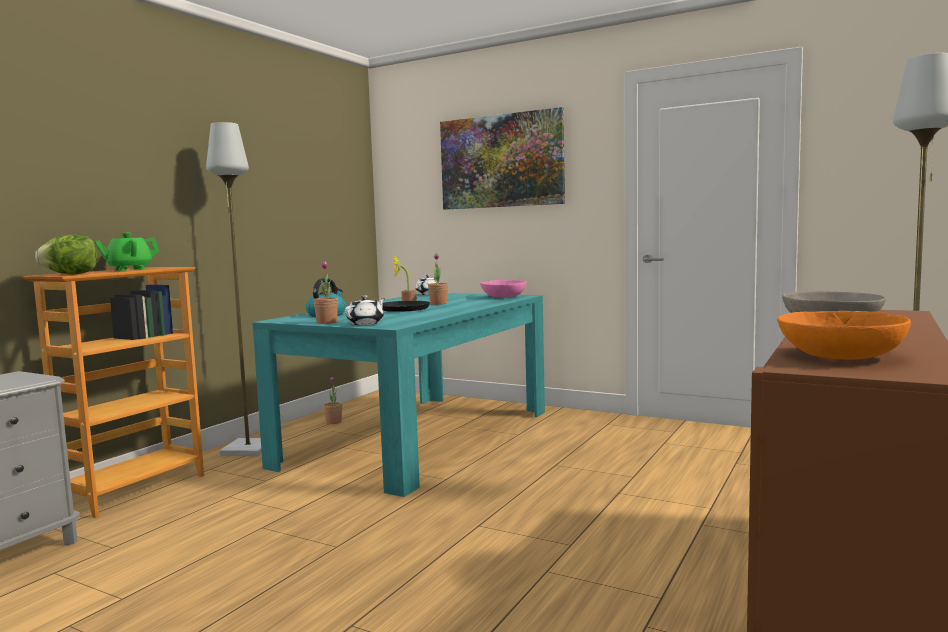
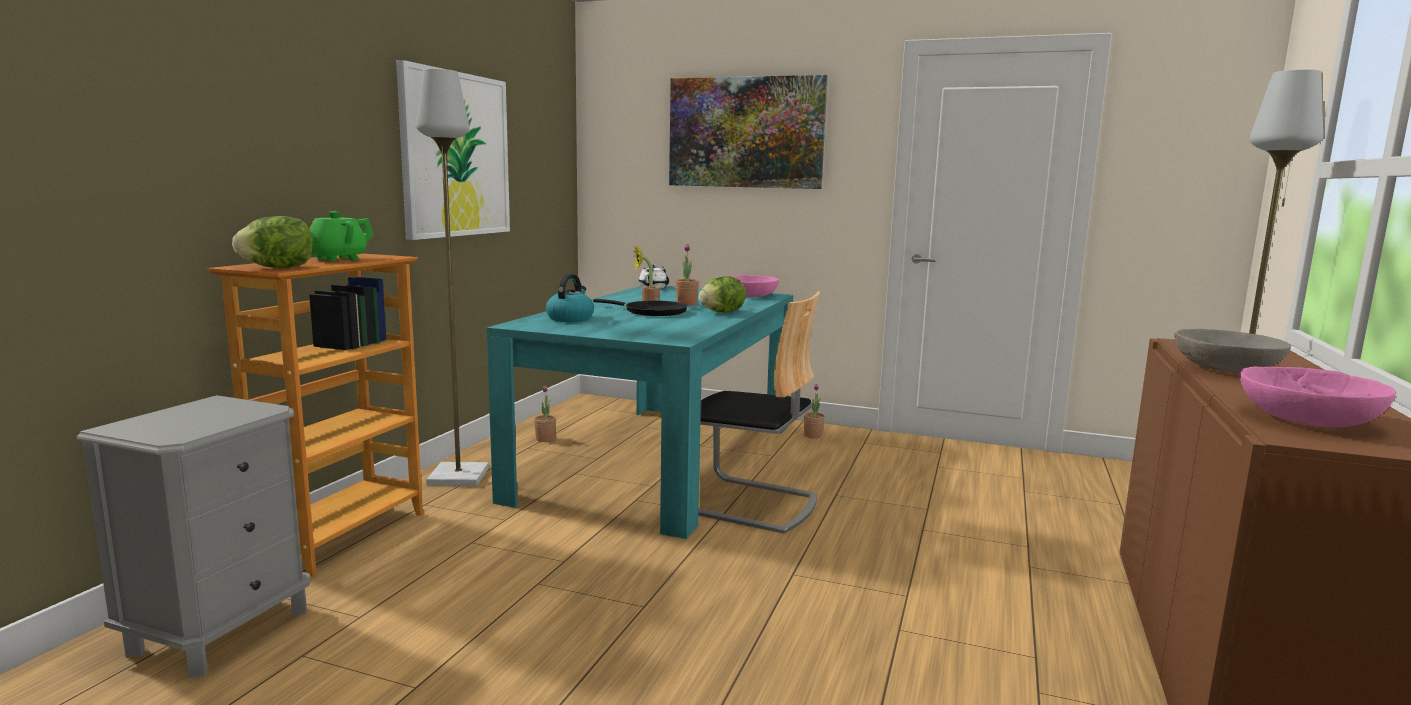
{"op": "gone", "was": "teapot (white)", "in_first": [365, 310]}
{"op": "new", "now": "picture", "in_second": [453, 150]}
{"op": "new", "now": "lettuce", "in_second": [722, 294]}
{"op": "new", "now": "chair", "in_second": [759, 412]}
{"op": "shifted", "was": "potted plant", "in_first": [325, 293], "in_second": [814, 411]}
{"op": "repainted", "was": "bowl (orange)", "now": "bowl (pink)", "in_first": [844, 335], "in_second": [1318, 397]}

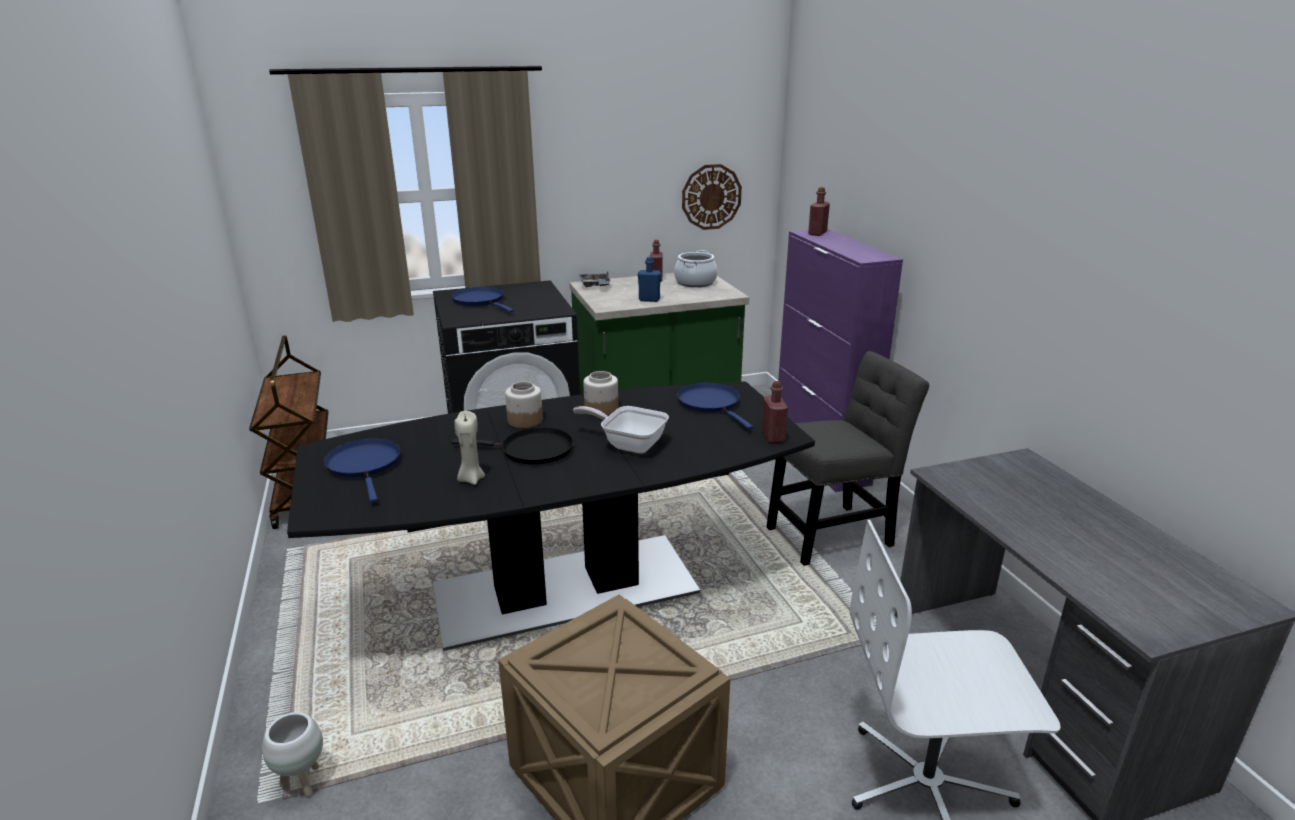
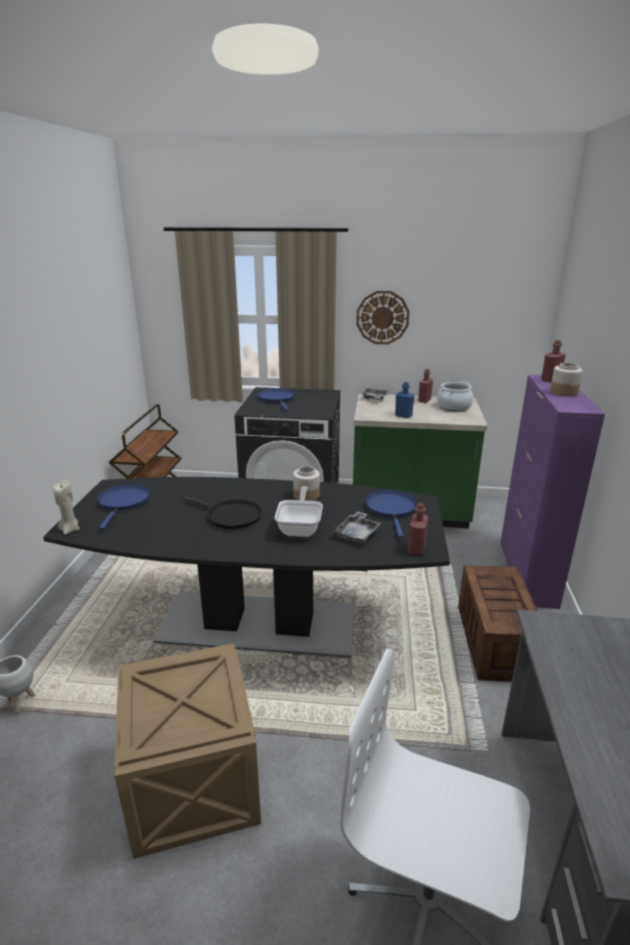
{"op": "new", "now": "tray (grey)", "in_second": [357, 527]}
{"op": "shifted", "was": "candle (beige)", "in_first": [469, 448], "in_second": [66, 507]}
{"op": "shifted", "was": "jar", "in_first": [524, 405], "in_second": [566, 380]}
{"op": "shifted", "was": "wall clock", "in_first": [712, 197], "in_second": [382, 317]}
{"op": "swapped", "was": "chair (grey)", "now": "crate", "in_first": [848, 458], "in_second": [498, 623]}
{"op": "rotated", "was": "frying pan", "in_first": [621, 429], "in_second": [299, 511], "clockwise": 45}

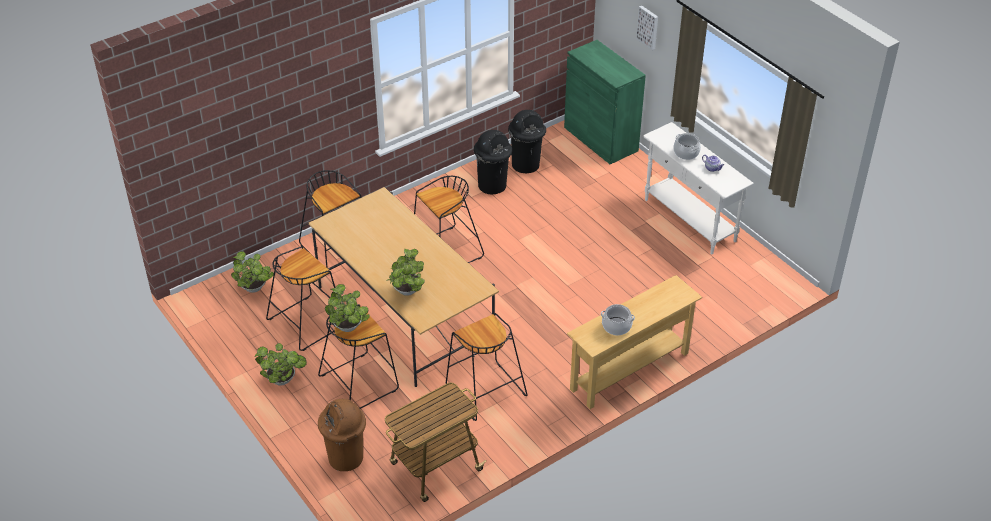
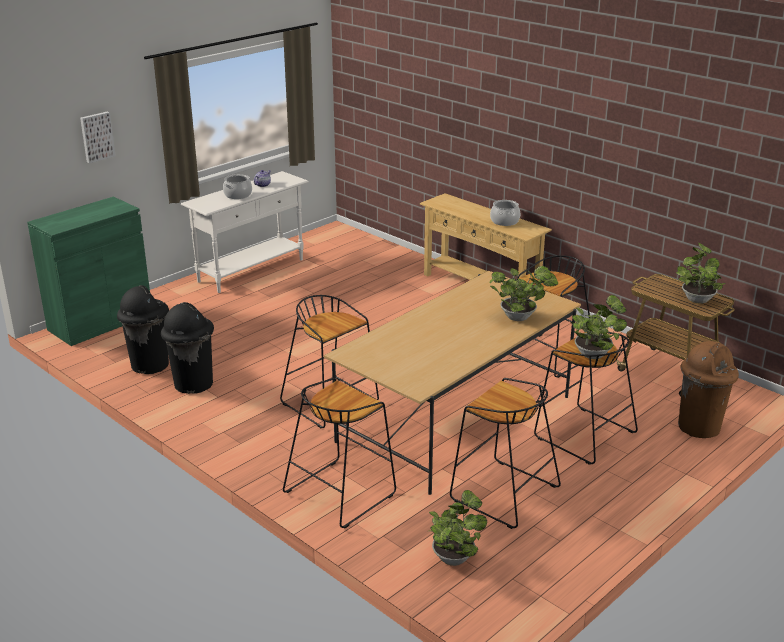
{"op": "shifted", "was": "potted plant", "in_first": [281, 364], "in_second": [700, 273]}

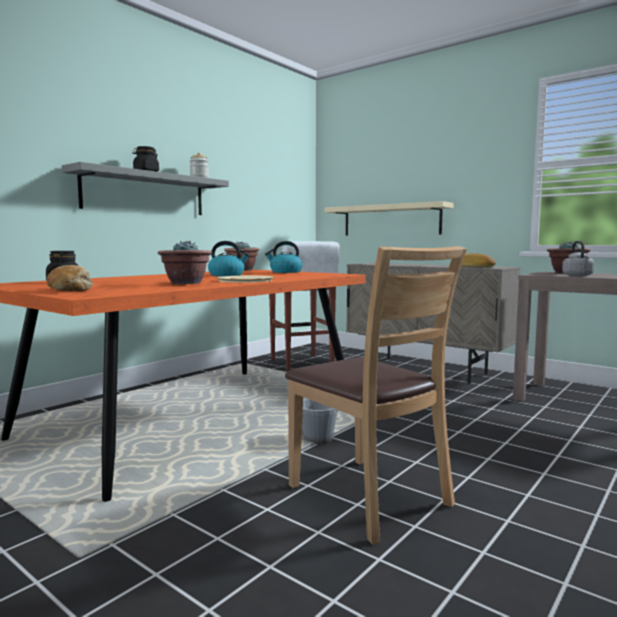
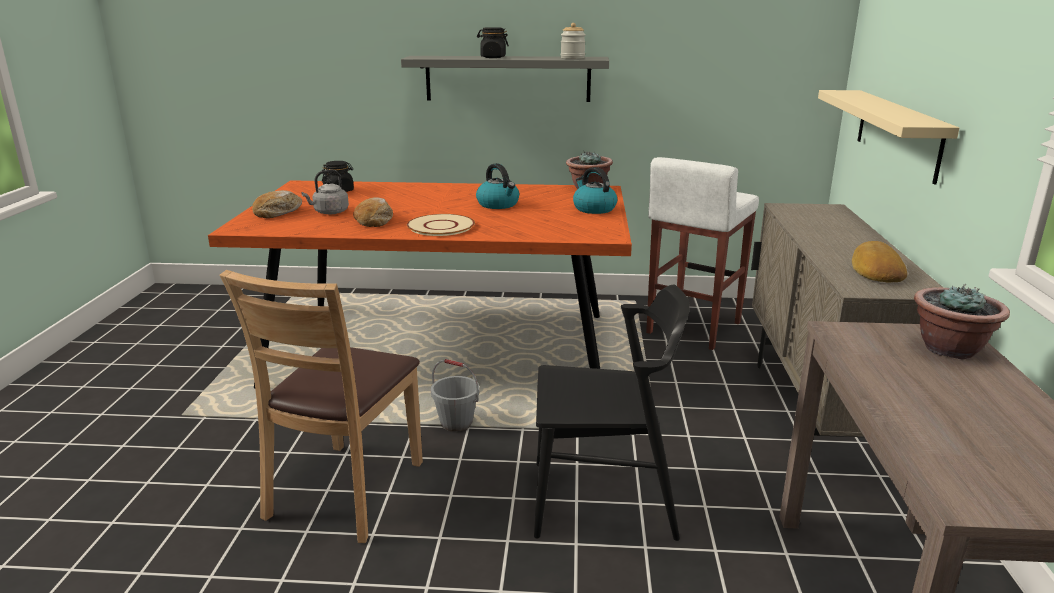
{"op": "new", "now": "chair (black)", "in_second": [612, 412]}
{"op": "shifted", "was": "kettle (grey)", "in_first": [578, 258], "in_second": [325, 192]}
{"op": "swapped", "was": "potted plant", "now": "bread", "in_first": [185, 262], "in_second": [373, 212]}

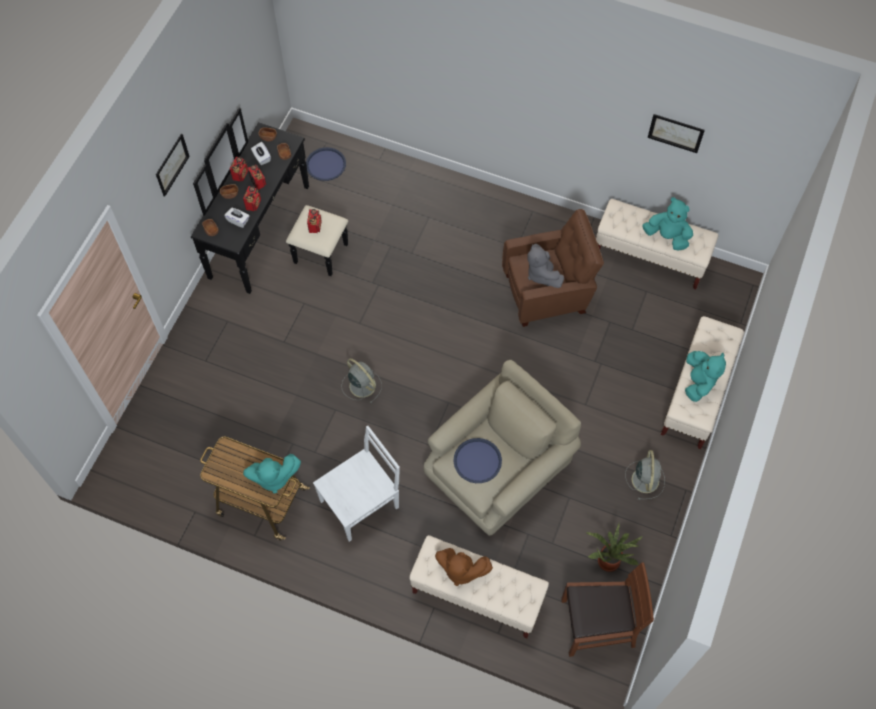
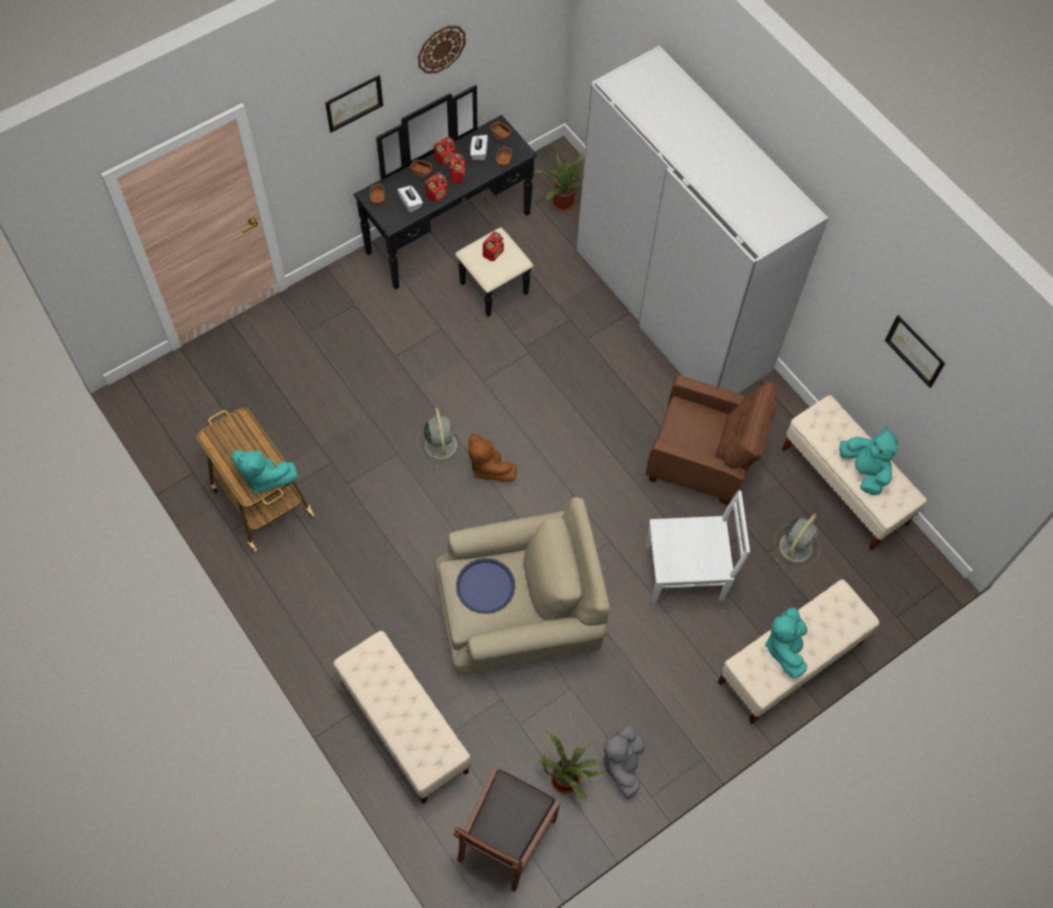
{"op": "new", "now": "wall clock", "in_second": [442, 50]}
{"op": "new", "now": "wardrobe (white)", "in_second": [702, 219]}
{"op": "shifted", "was": "chair (white)", "in_first": [356, 483], "in_second": [698, 547]}
{"op": "shifted", "was": "plush toy (brown)", "in_first": [464, 567], "in_second": [492, 458]}
{"op": "shifted", "was": "plush toy (grey)", "in_first": [546, 266], "in_second": [624, 761]}
{"op": "shifted", "was": "fan (grey)", "in_first": [645, 475], "in_second": [797, 541]}
{"op": "swapped", "was": "tray (blue)", "now": "potted plant", "in_first": [326, 164], "in_second": [559, 181]}
{"op": "rotated", "was": "chair (brown)", "in_first": [607, 609], "in_second": [506, 829], "clockwise": 90}
{"op": "rotated", "was": "plush toy (turquoise)", "in_first": [705, 376], "in_second": [786, 643], "clockwise": 150}

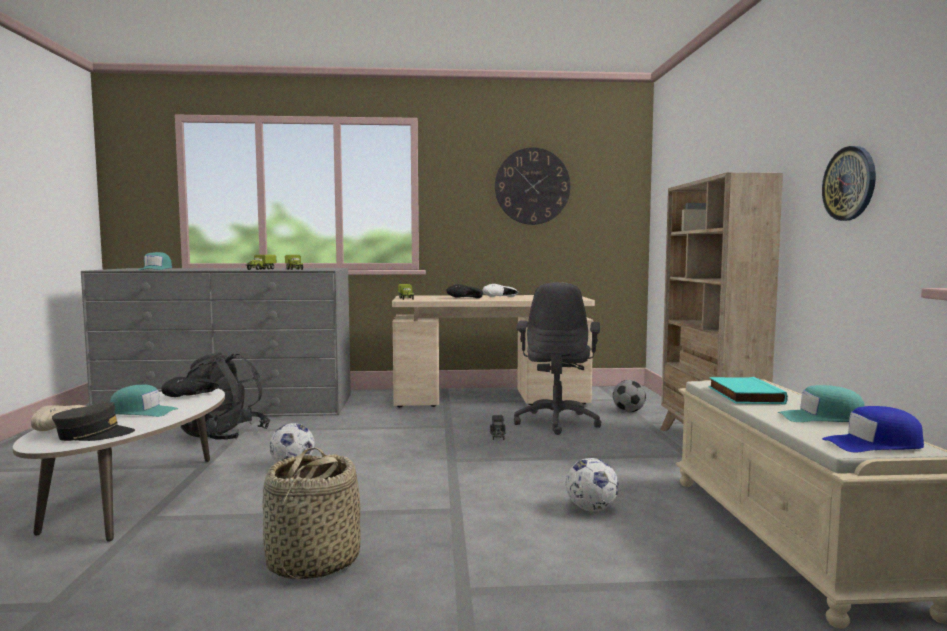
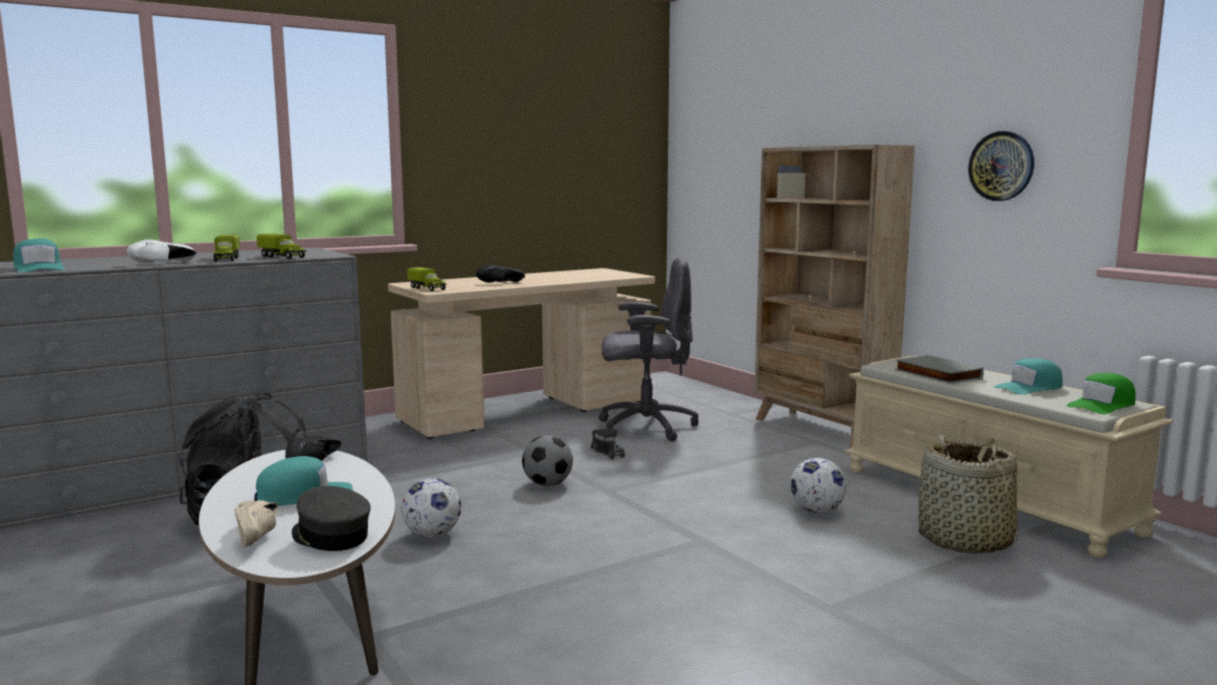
{"op": "gone", "was": "wall clock", "in_first": [533, 186]}
{"op": "shifted", "was": "basket", "in_first": [311, 513], "in_second": [968, 494]}
{"op": "shifted", "was": "shoe (white)", "in_first": [500, 290], "in_second": [162, 251]}
{"op": "shifted", "was": "football", "in_first": [629, 396], "in_second": [547, 460]}
{"op": "repainted", "was": "book (turquoise)", "now": "book (grey)", "in_first": [748, 390], "in_second": [939, 369]}
{"op": "repainted", "was": "cap (blue)", "now": "cap (green)", "in_first": [873, 429], "in_second": [1101, 393]}
{"op": "rotated", "was": "cap (grey)", "in_first": [93, 421], "in_second": [331, 518], "clockwise": -90}
{"op": "rotated", "was": "office chair (grey)", "in_first": [558, 358], "in_second": [649, 349], "clockwise": -75}

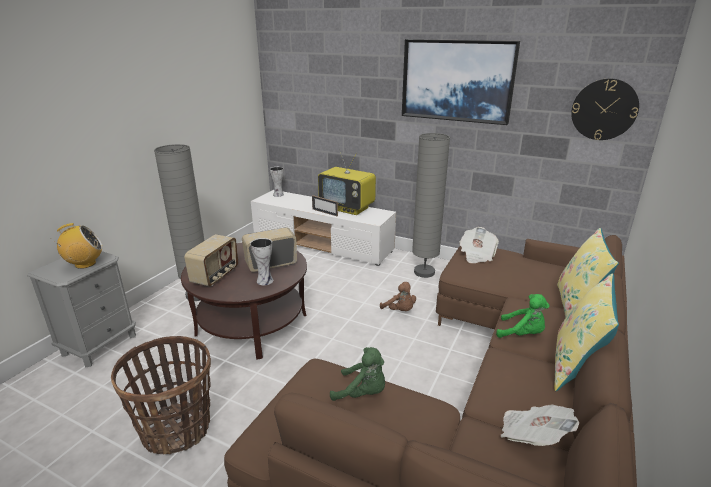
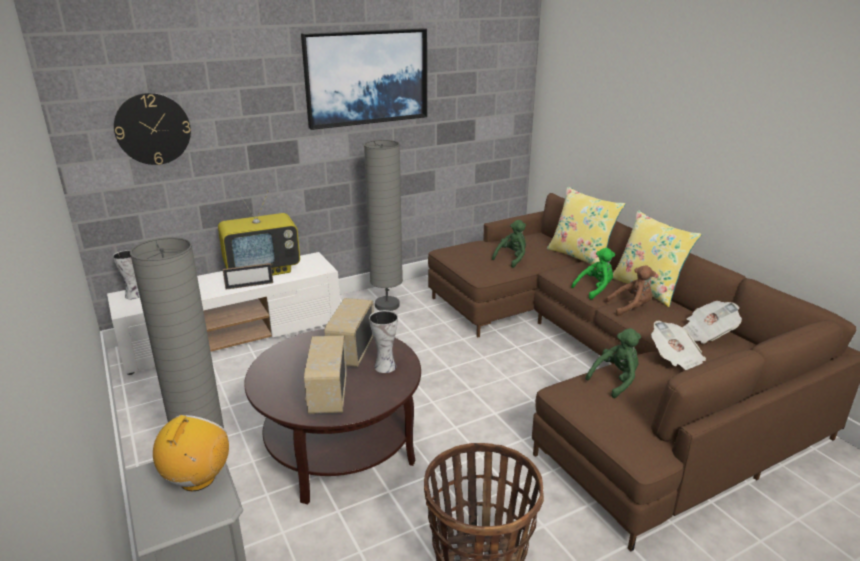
{"op": "new", "now": "plush toy (green)", "in_second": [509, 244]}
{"op": "shifted", "was": "plush toy (brown)", "in_first": [398, 296], "in_second": [631, 291]}
{"op": "shifted", "was": "newspaper", "in_first": [479, 245], "in_second": [678, 345]}
{"op": "shifted", "was": "wall clock", "in_first": [605, 109], "in_second": [152, 129]}
{"op": "rotated", "was": "radio", "in_first": [211, 260], "in_second": [325, 374], "clockwise": -150}

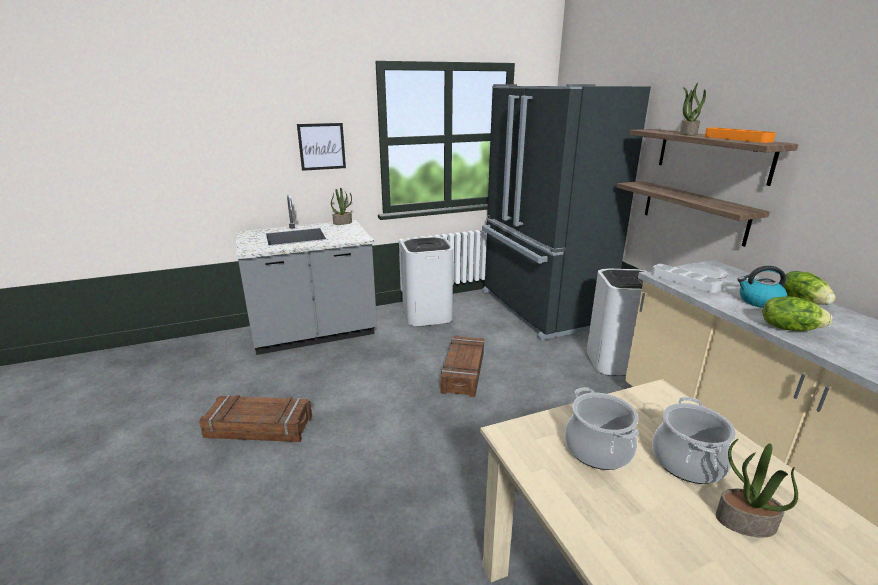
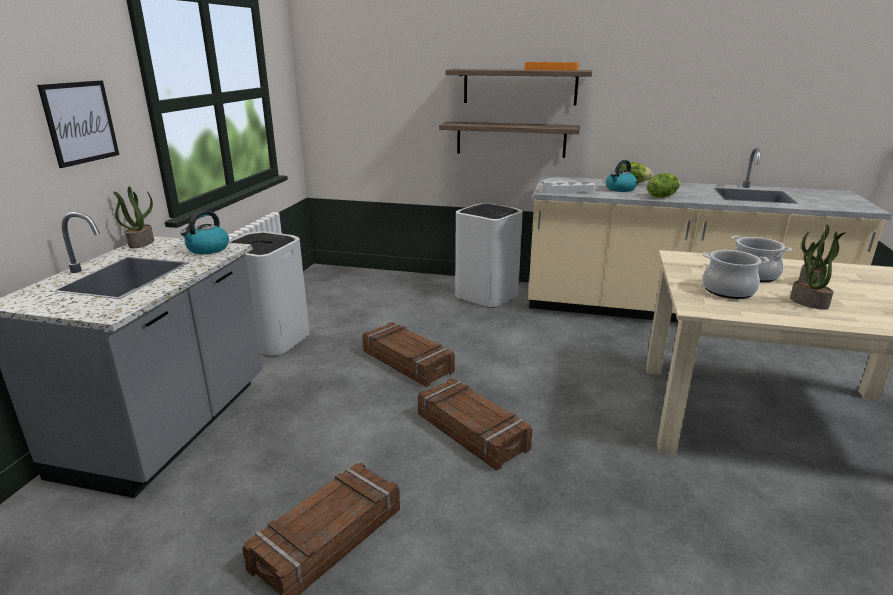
{"op": "gone", "was": "fridge (black)", "in_first": [566, 212]}
{"op": "new", "now": "kettle", "in_second": [204, 232]}
{"op": "new", "now": "crate", "in_second": [475, 424]}
{"op": "shifted", "was": "potted plant", "in_first": [693, 109], "in_second": [812, 274]}

